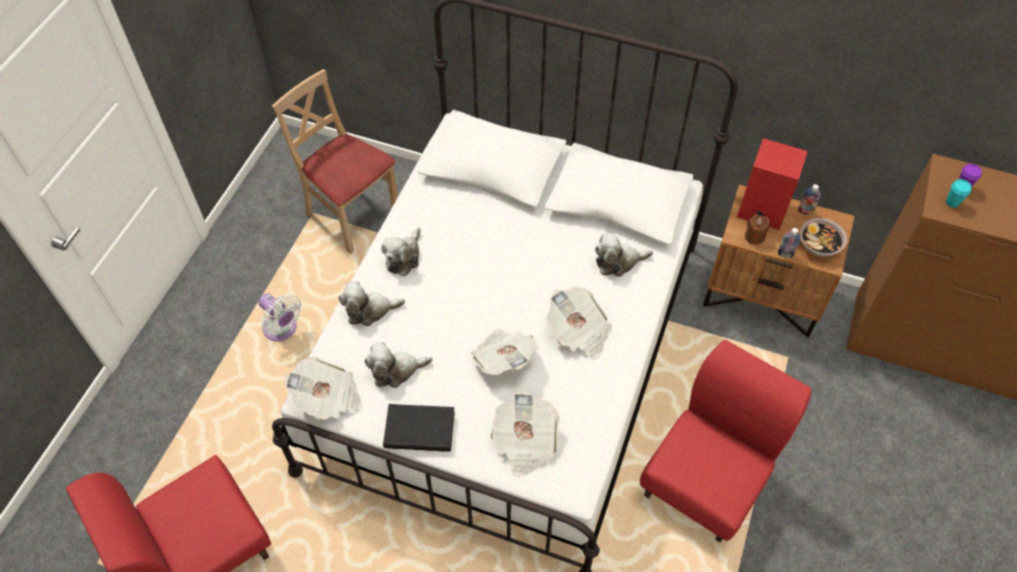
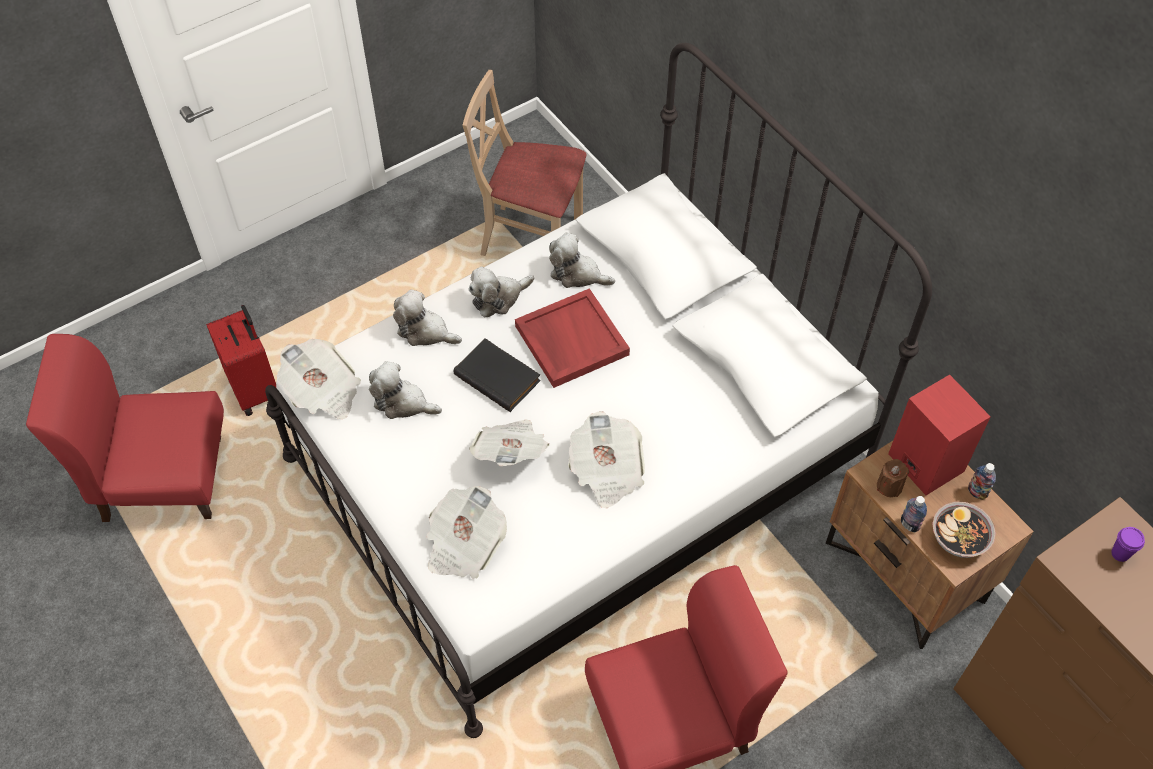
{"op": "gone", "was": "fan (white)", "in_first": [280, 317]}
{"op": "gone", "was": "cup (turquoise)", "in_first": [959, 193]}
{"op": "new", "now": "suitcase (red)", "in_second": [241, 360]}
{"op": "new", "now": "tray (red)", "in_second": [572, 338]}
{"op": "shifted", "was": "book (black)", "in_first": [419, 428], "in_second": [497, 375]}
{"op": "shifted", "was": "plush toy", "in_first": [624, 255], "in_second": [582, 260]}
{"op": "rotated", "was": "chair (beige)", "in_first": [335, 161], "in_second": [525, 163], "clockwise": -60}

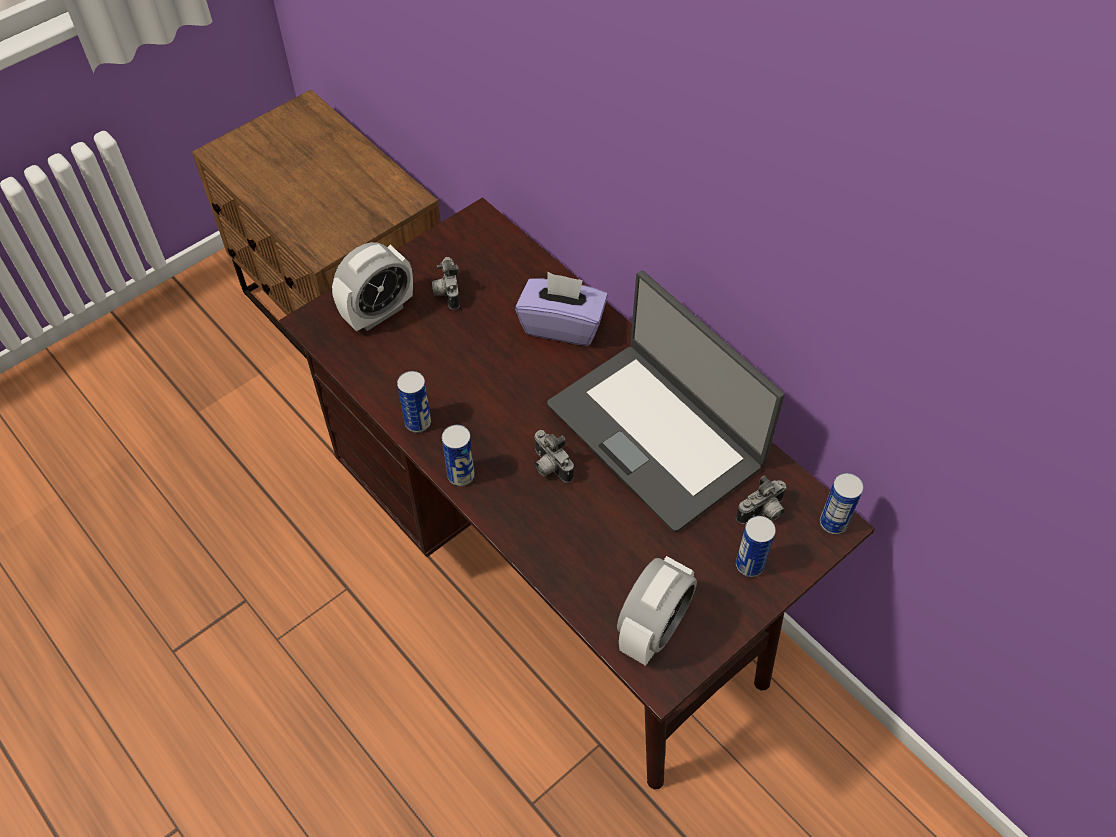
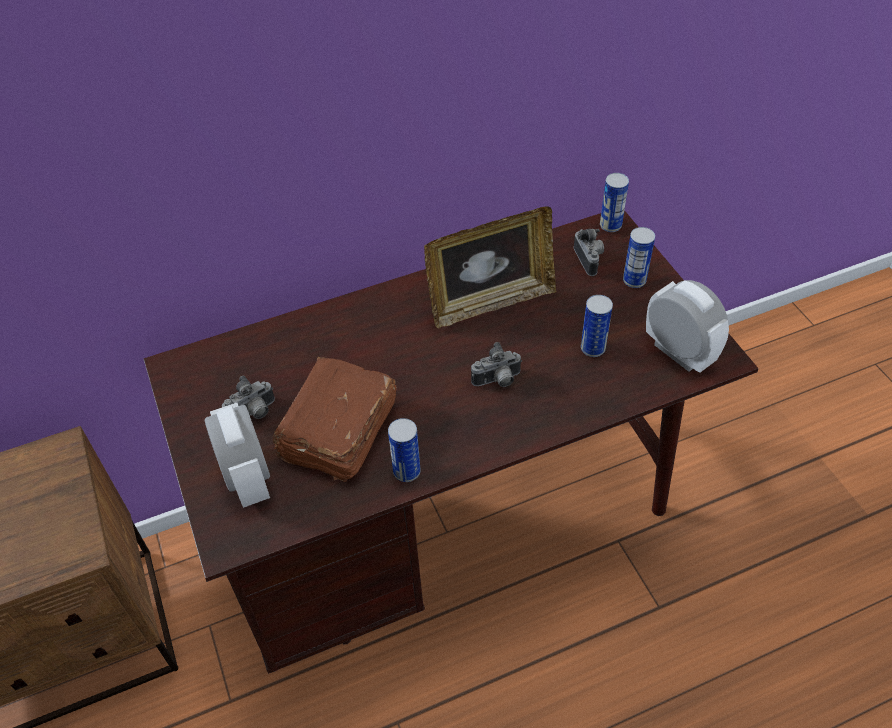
{"op": "gone", "was": "tissue box (purple)", "in_first": [561, 309]}
{"op": "new", "now": "book (brown)", "in_second": [335, 419]}
{"op": "shifted", "was": "can", "in_first": [458, 455], "in_second": [597, 326]}
{"op": "swapped", "was": "laptop", "now": "picture frame", "in_first": [666, 402], "in_second": [490, 267]}
{"op": "rotated", "was": "photo camera", "in_first": [446, 283], "in_second": [248, 397], "clockwise": -45}

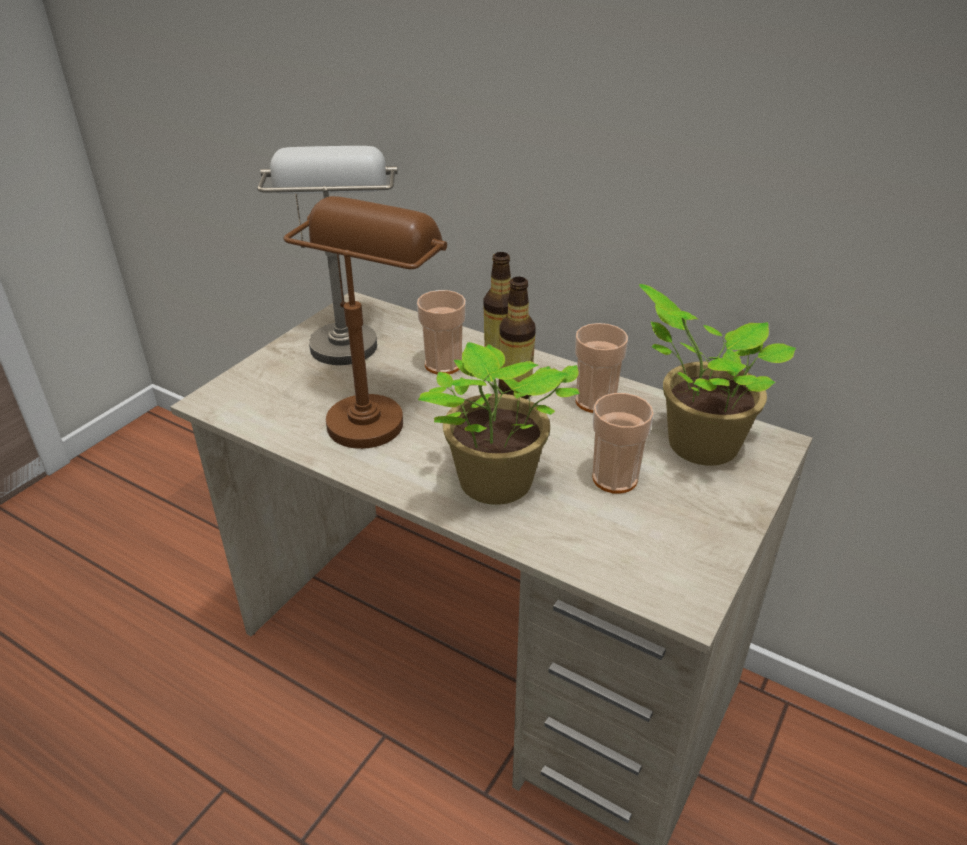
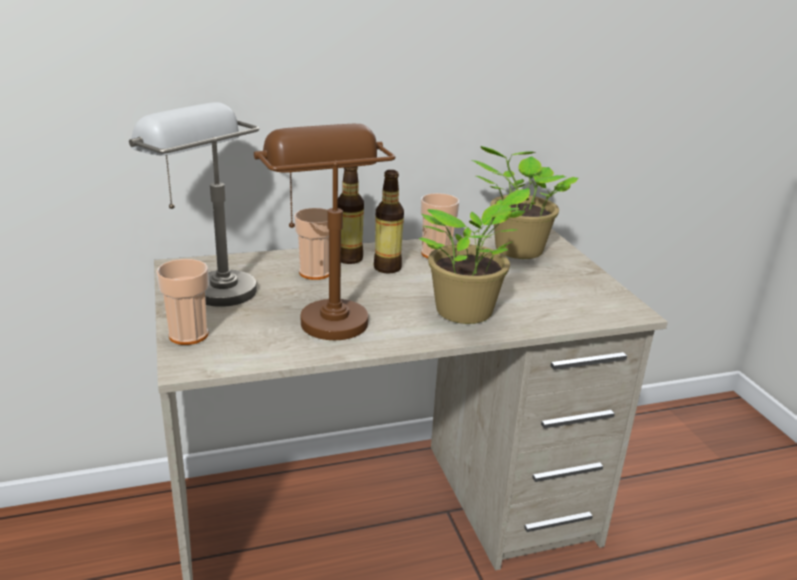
{"op": "shifted", "was": "cup", "in_first": [623, 443], "in_second": [182, 302]}

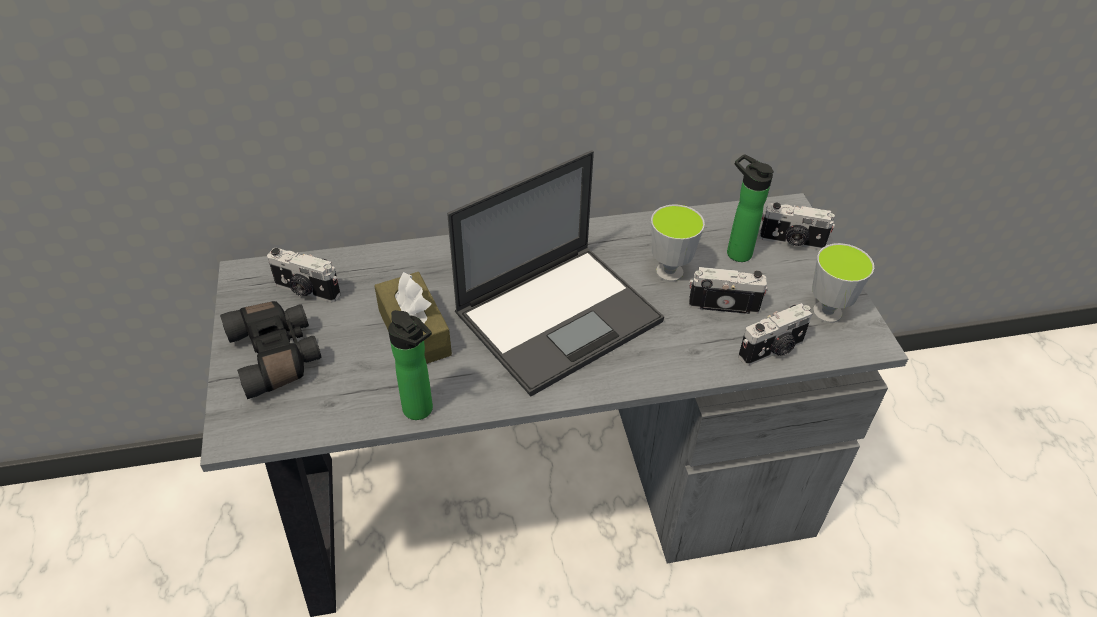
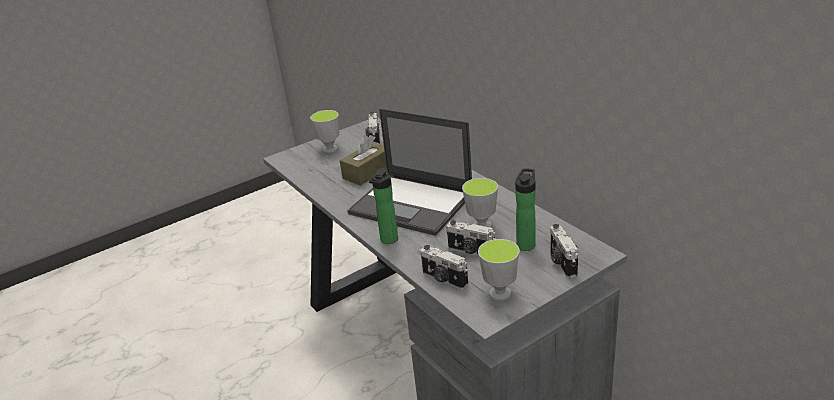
{"op": "shifted", "was": "bottle", "in_first": [410, 365], "in_second": [383, 205]}
{"op": "swapped", "was": "binoculars (black)", "now": "cup", "in_first": [271, 350], "in_second": [324, 131]}
{"op": "rotated", "was": "photo camera", "in_first": [728, 290], "in_second": [471, 238], "clockwise": 135}

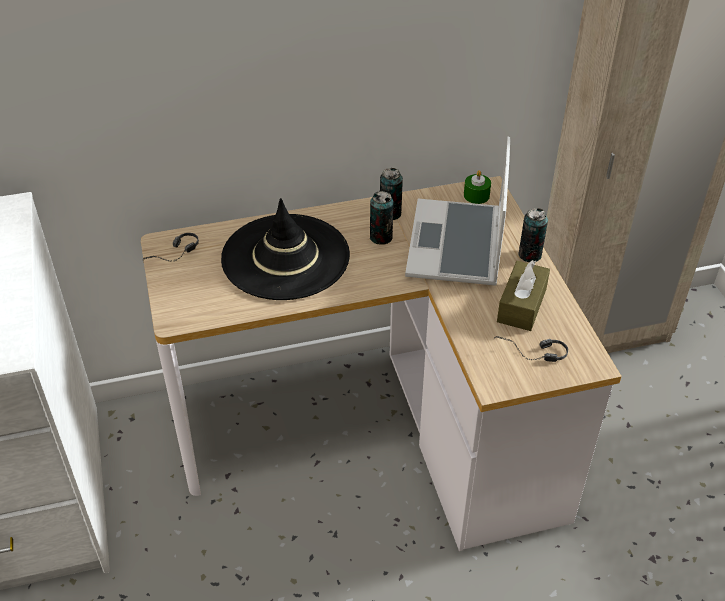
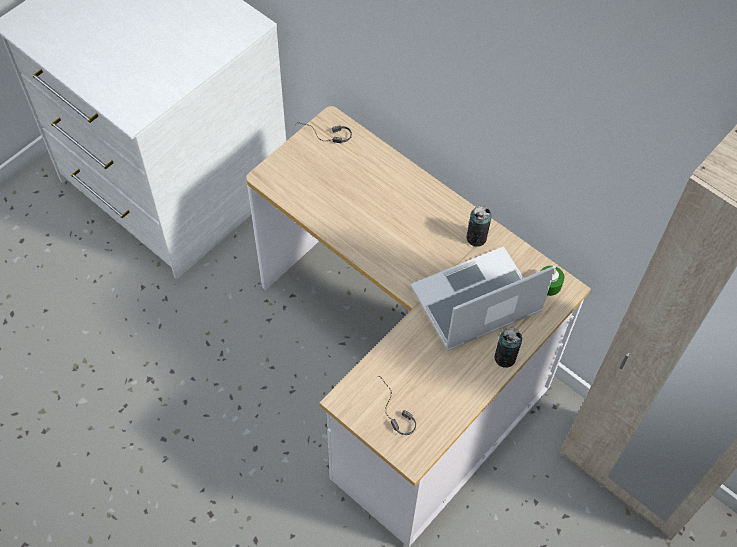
{"op": "gone", "was": "hat (black)", "in_first": [285, 249]}
{"op": "gone", "was": "can", "in_first": [382, 218]}
{"op": "gone", "was": "tissue box (brown)", "in_first": [523, 295]}

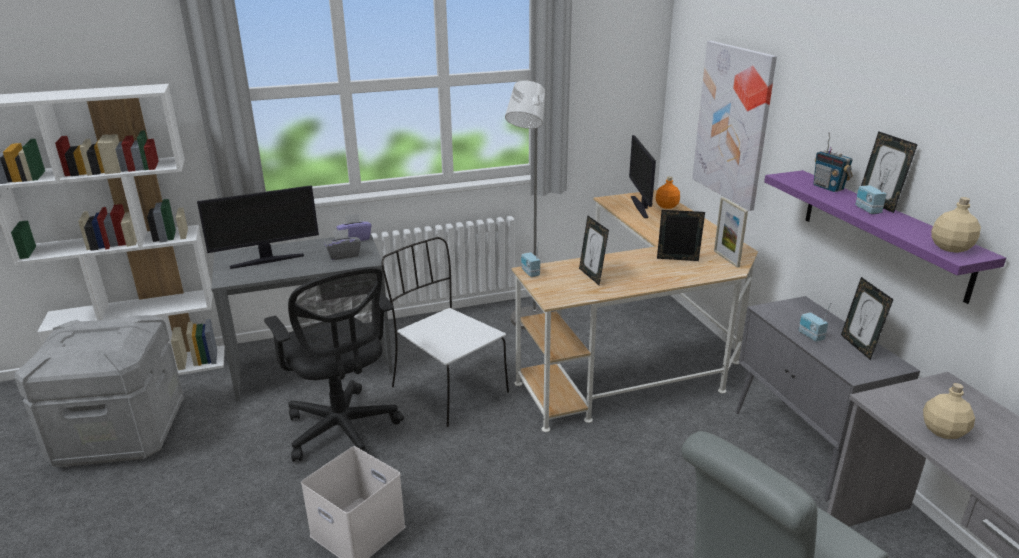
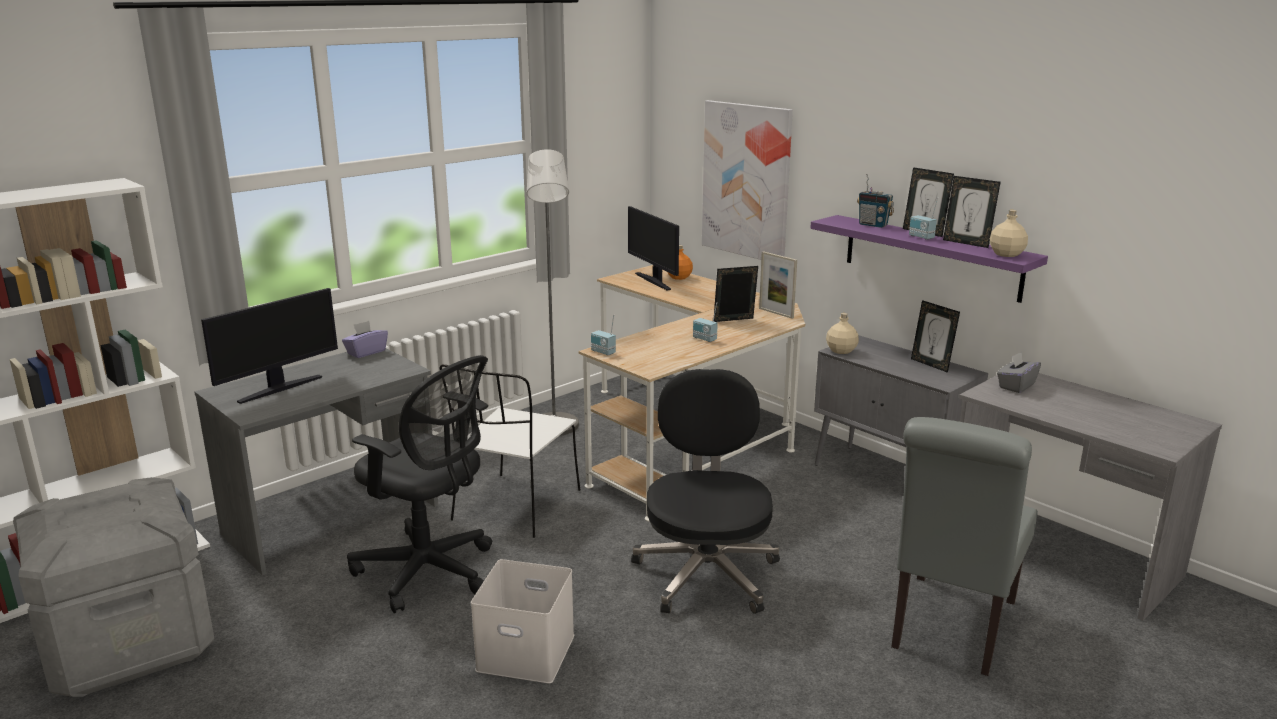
{"op": "new", "now": "office chair (black)", "in_second": [705, 491]}
{"op": "shifted", "was": "tissue box (grey)", "in_first": [342, 244], "in_second": [1019, 372]}
{"op": "shifted", "was": "picture frame", "in_first": [594, 250], "in_second": [972, 212]}
{"op": "shifted", "was": "radio", "in_first": [814, 322], "in_second": [705, 322]}
{"op": "shifted", "was": "bottle (beige)", "in_first": [949, 411], "in_second": [842, 333]}
{"op": "rotated", "was": "chair (white)", "in_first": [445, 332], "in_second": [510, 451], "clockwise": -90}

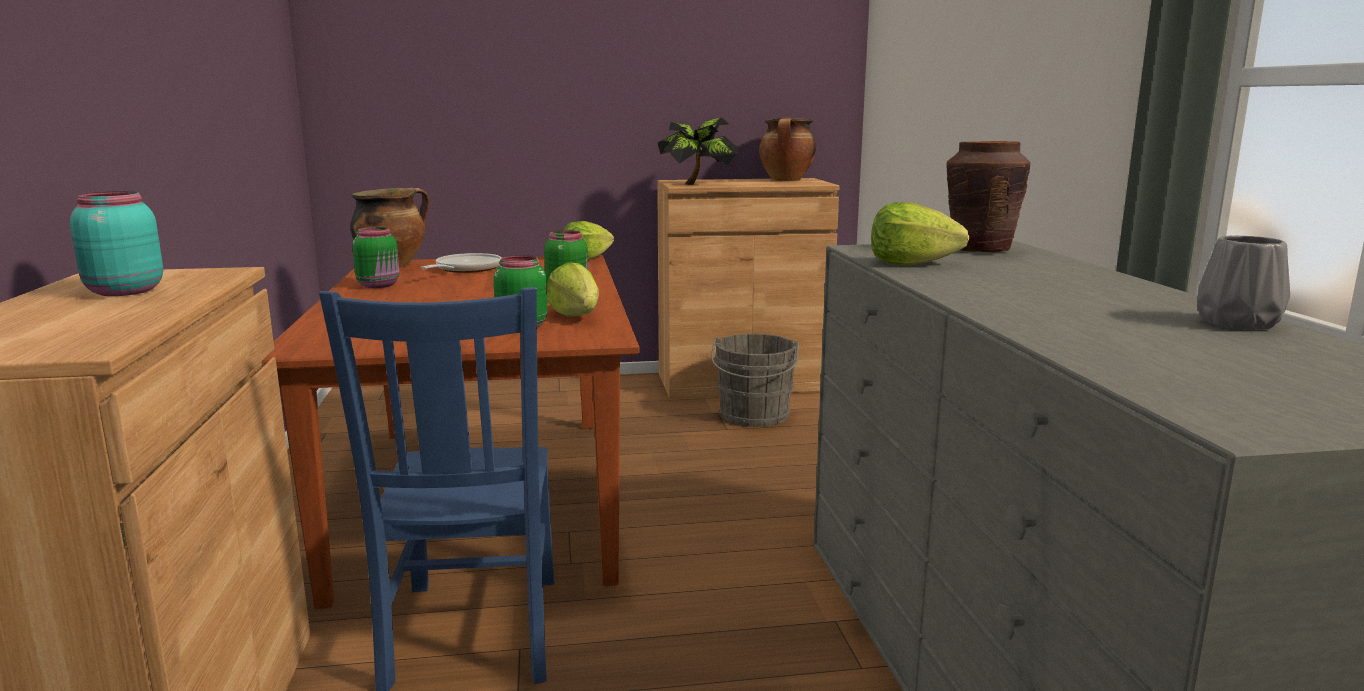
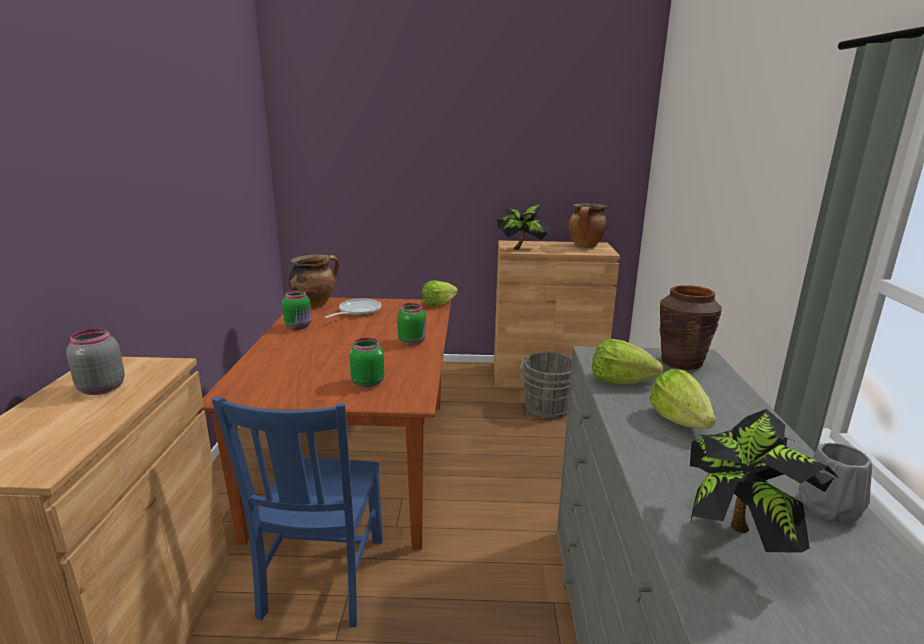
{"op": "new", "now": "potted plant", "in_second": [765, 481]}
{"op": "shifted", "was": "lettuce", "in_first": [573, 289], "in_second": [682, 399]}
{"op": "repainted", "was": "jar (turquoise)", "now": "jar (grey)", "in_first": [116, 243], "in_second": [95, 361]}

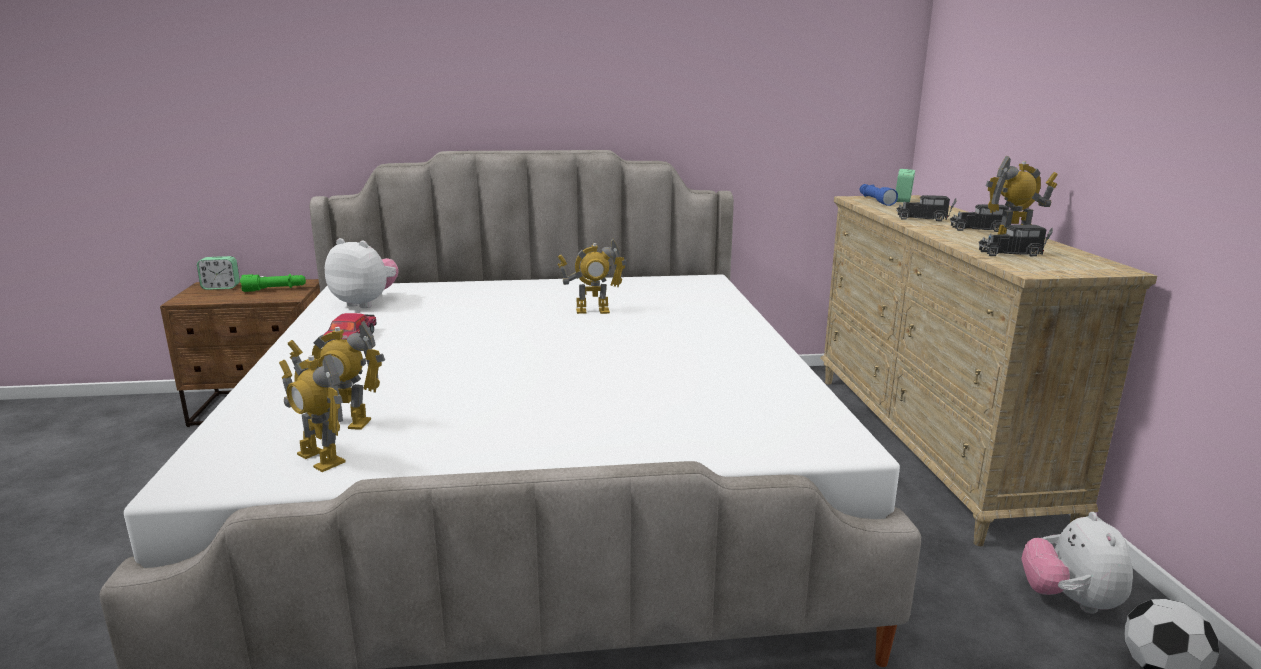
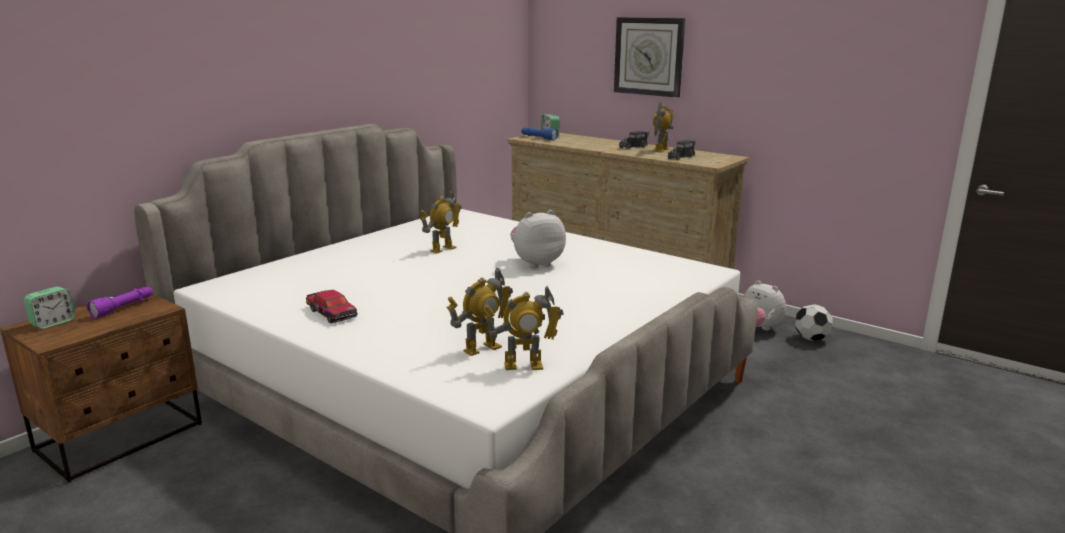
{"op": "gone", "was": "toy truck", "in_first": [927, 208]}
{"op": "new", "now": "wall clock", "in_second": [649, 57]}
{"op": "shifted", "was": "plush toy", "in_first": [362, 273], "in_second": [538, 239]}
{"op": "repainted", "was": "flashlight (green)", "now": "flashlight (purple)", "in_first": [273, 283], "in_second": [120, 302]}

